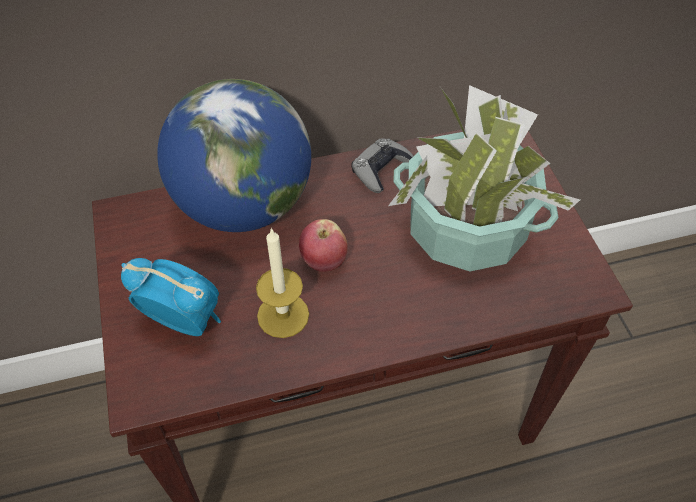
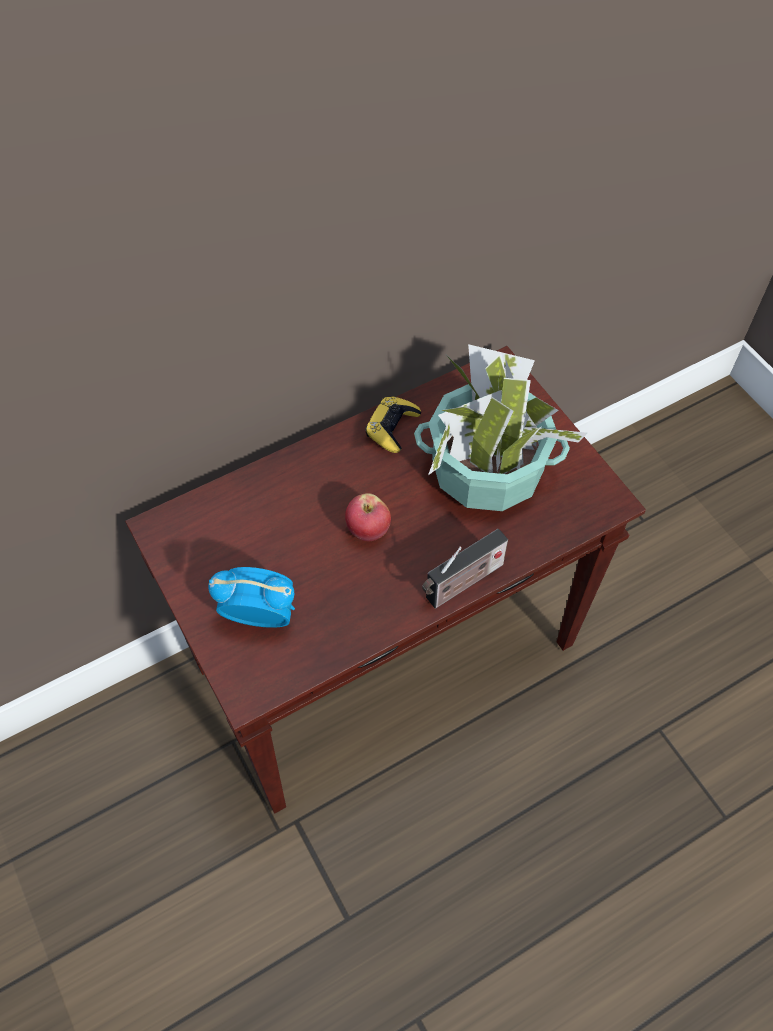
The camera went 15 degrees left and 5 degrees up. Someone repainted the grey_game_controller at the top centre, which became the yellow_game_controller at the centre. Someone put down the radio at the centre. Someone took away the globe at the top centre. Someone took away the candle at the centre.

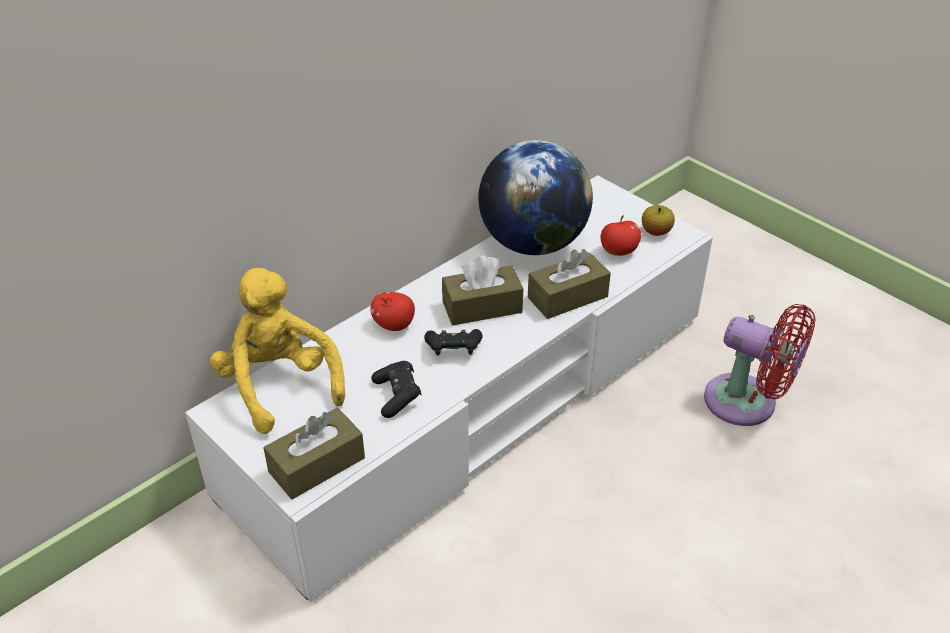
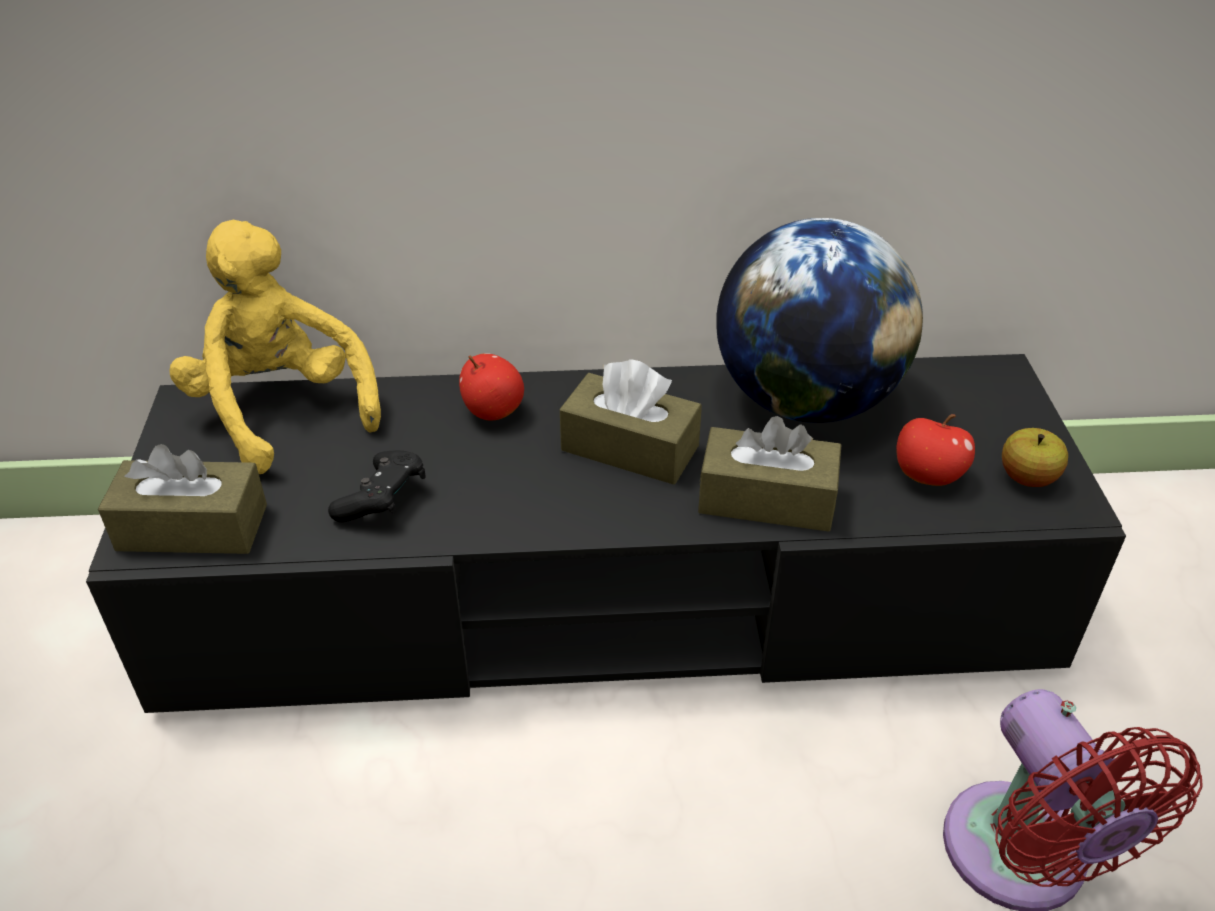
The camera went 40 degrees right and 0 degrees up. Someone repainted the white_tv_stand at the centre, which became the black_tv_stand at the centre. Someone rotated the yellow_plush_toy at the middle left by 45 degrees counterclockwise. Someone took away the black_game_controller (no. 2 from left) at the centre.

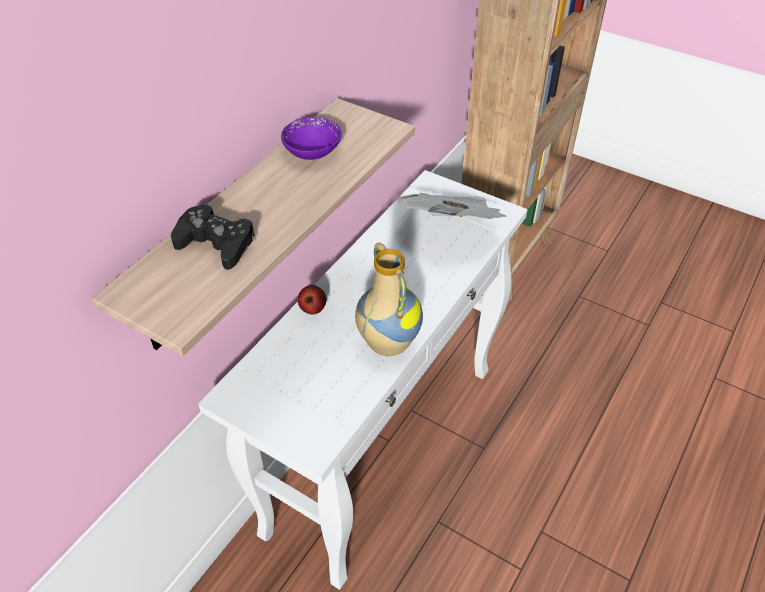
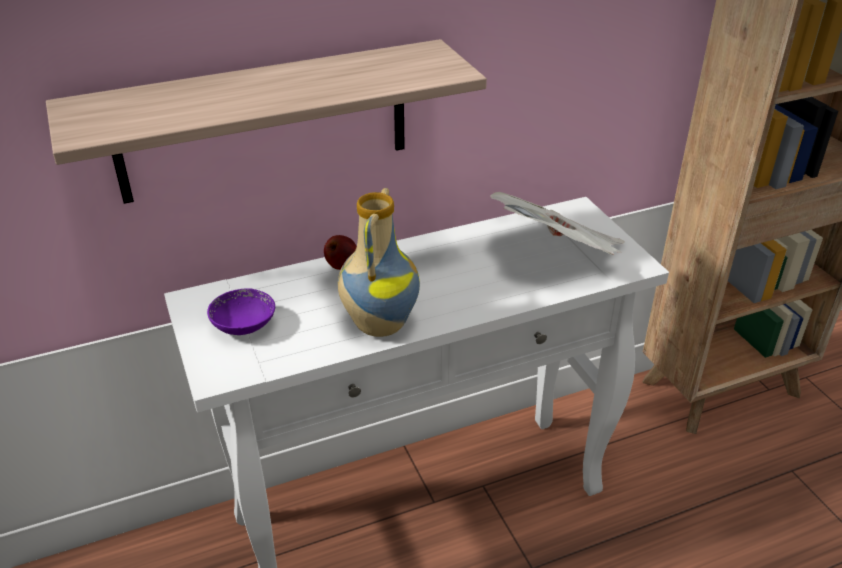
The camera went 35 degrees right and 10 degrees down. Someone carried the purple_bowl from the top centre to the middle left. Someone took away the black_game_controller at the middle left.

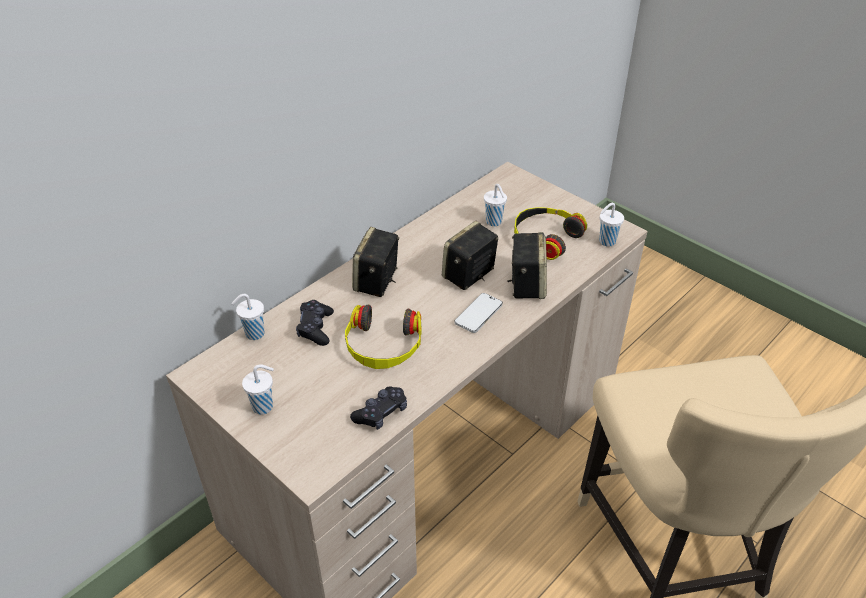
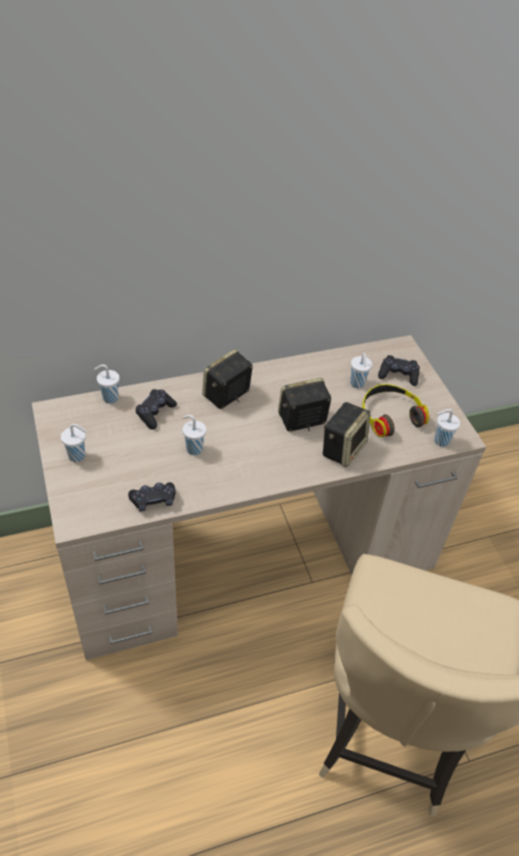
The camera went 25 degrees right and 5 degrees up. Someone swapped the headphones (no. 1 from left) at the centre for the white_cup (no. 3 from left) at the centre. Someone put down the black_game_controller (no. 3 from left) at the middle right. Someone took away the phone at the centre.

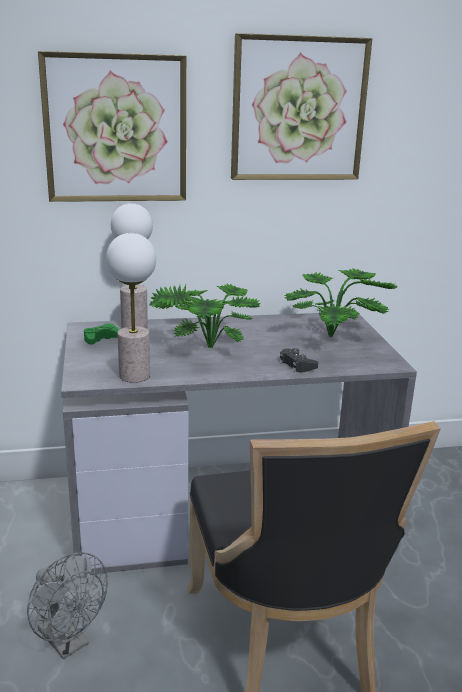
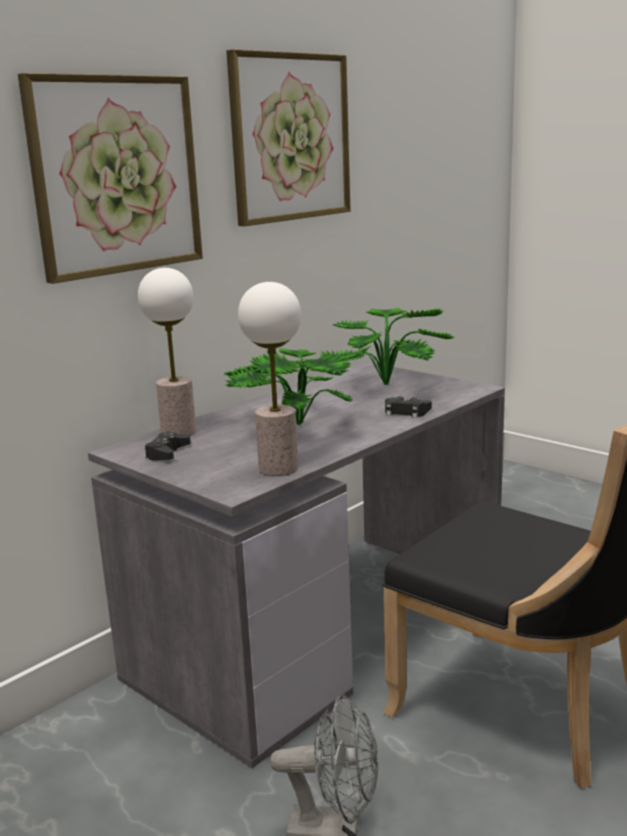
The camera went 35 degrees left and 5 degrees down. Someone repainted the green_game_controller at the middle left, which became the black_game_controller (no. 1 from left) at the middle left.

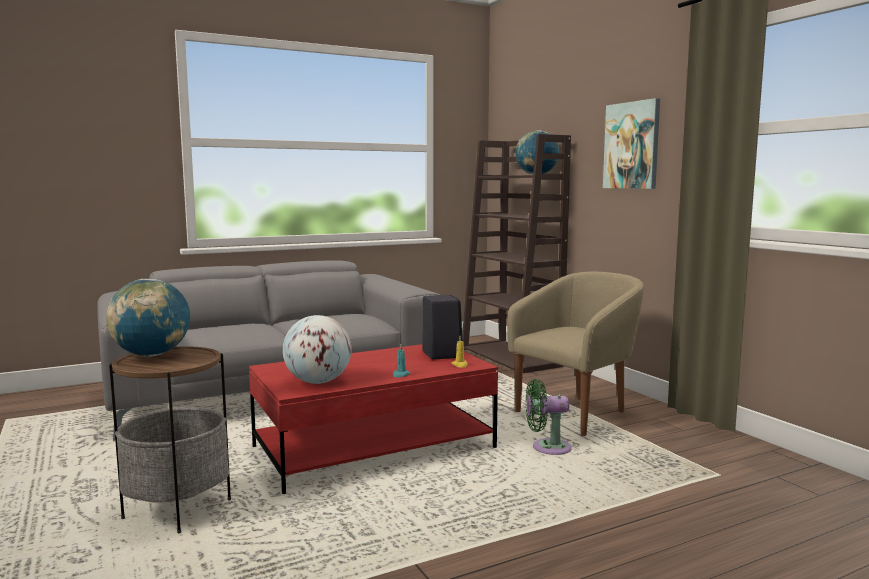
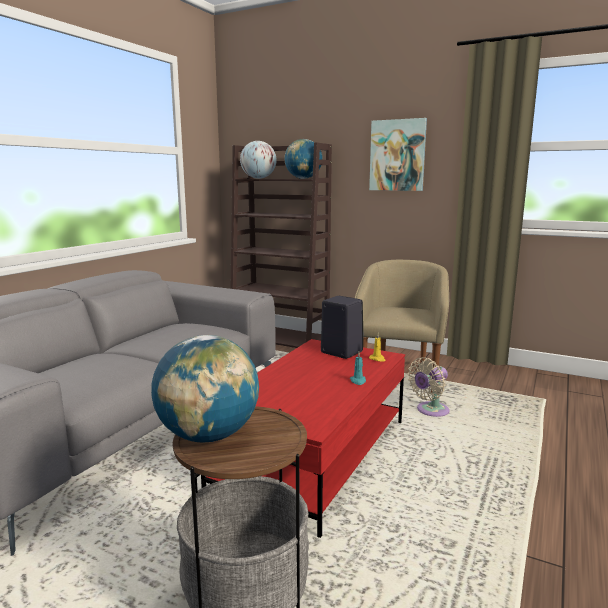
The camera went 35 degrees left and 5 degrees up. Someone carried the globe (no. 2 from left) from the centre to the top centre. Someone repainted the green_fan at the bottom centre, which became the beige_fan at the middle right.

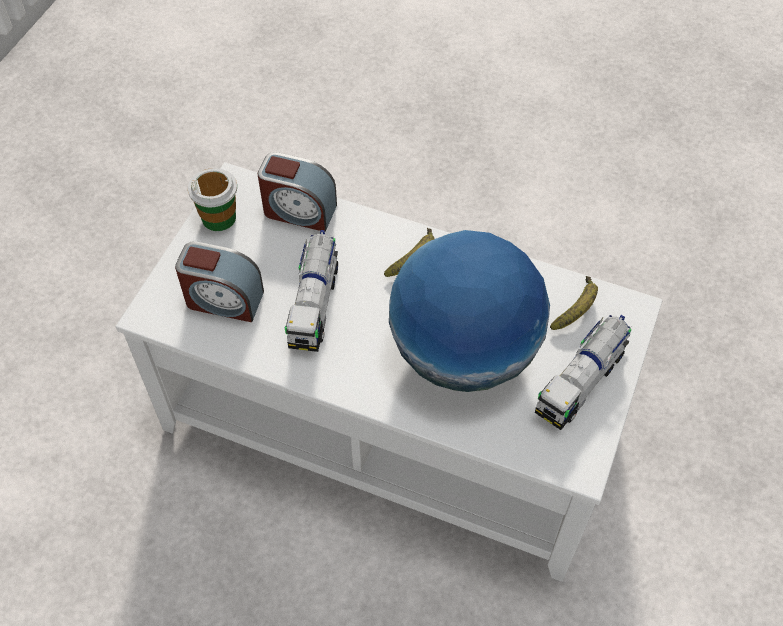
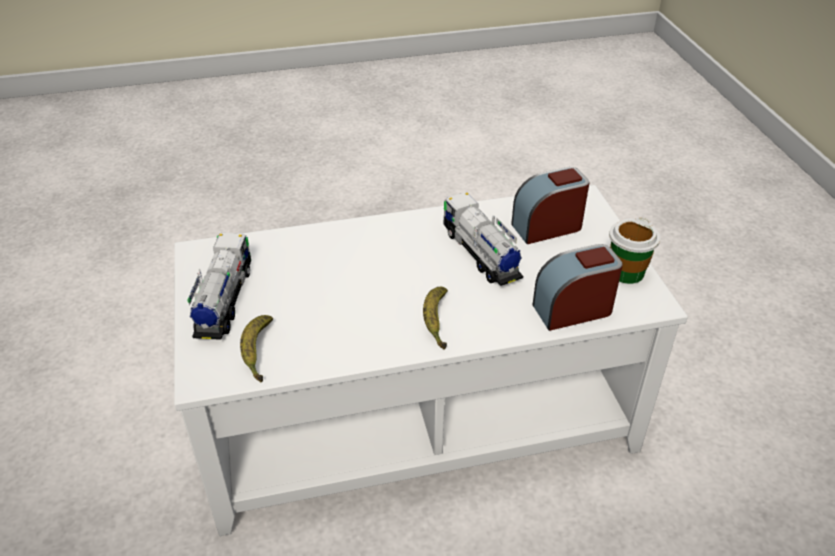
The camera went 145 degrees right and 15 degrees down. Someone took away the globe at the centre.

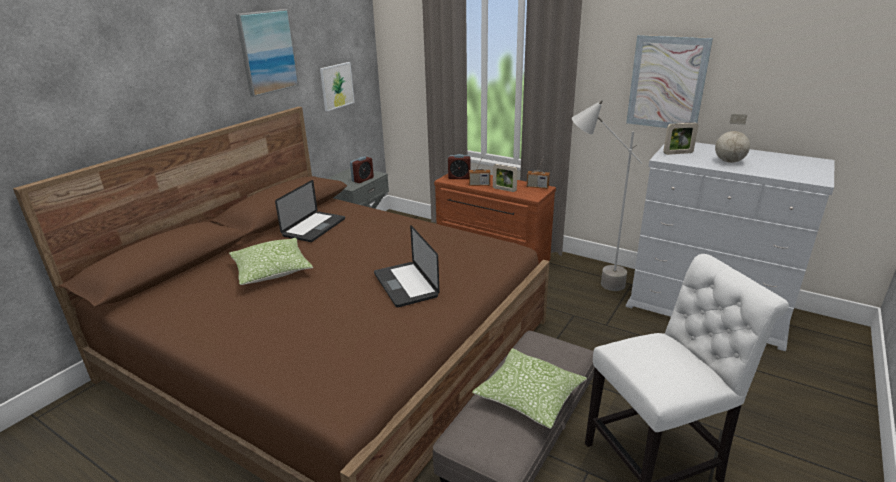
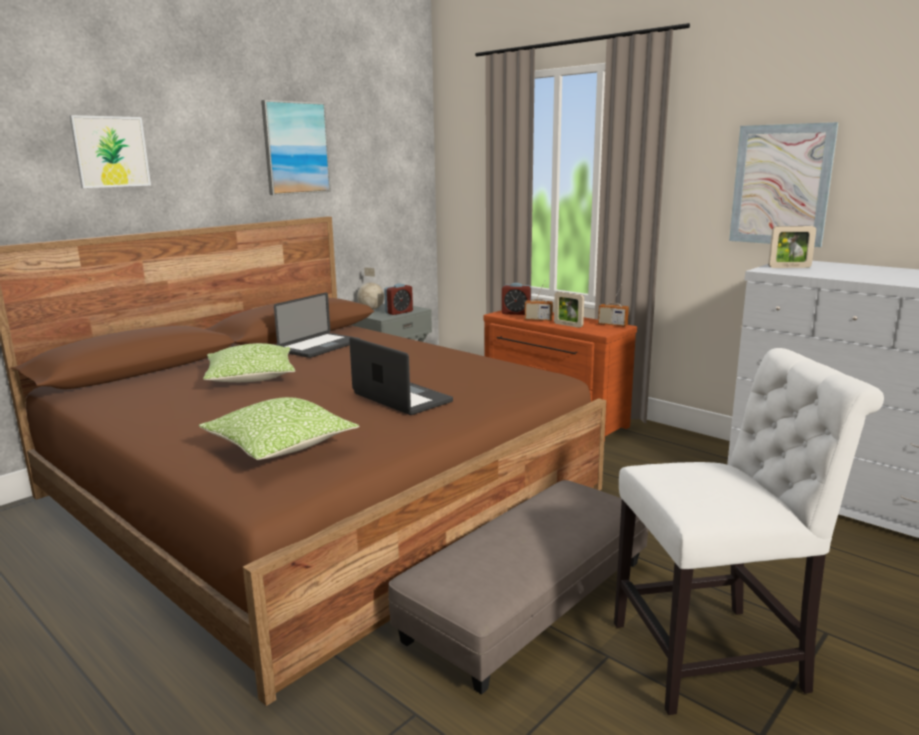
The camera went 10 degrees right and 10 degrees down. Someone carried the picture (no. 2 from left in the first image) from the top centre to the top left. Someone carried the pillow (no. 2 from left) from the bottom centre to the middle left. Someone rotated the laptop (no. 2 from left) at the centre by 150 degrees clockwise. Someone carried the globe from the top right to the centre. Someone took away the grey_floor_lamp at the middle right.

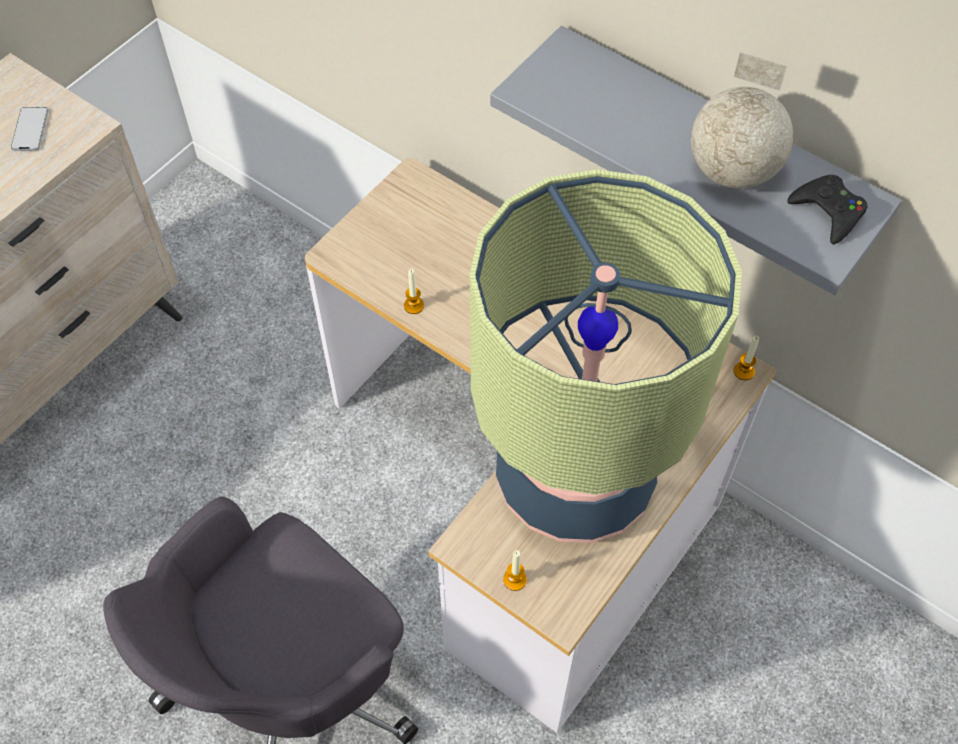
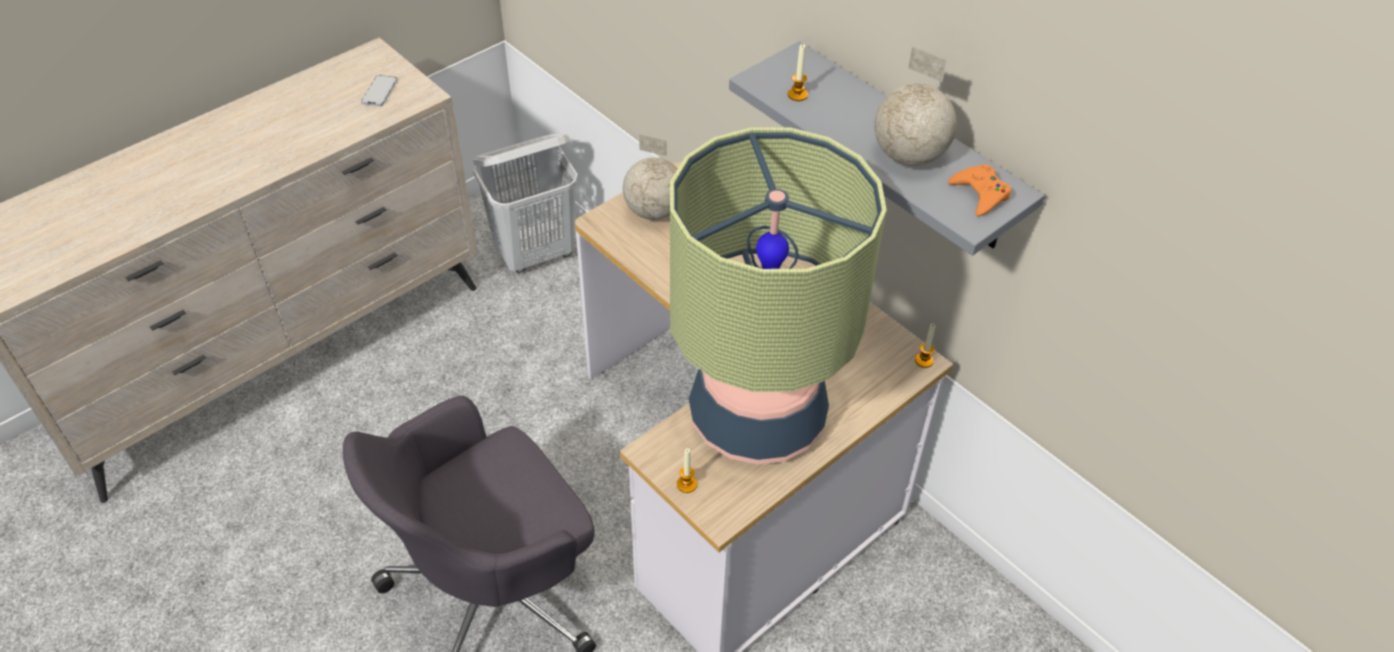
The camera went 10 degrees right and 10 degrees down. Someone put down the white_laundry_basket at the top centre. Someone put down the globe (no. 1 from left) at the top centre. Someone carried the candle (no. 1 from left in the first image) from the centre to the top centre. Someone repainted the black_game_controller at the top right, which became the orange_game_controller at the top right.

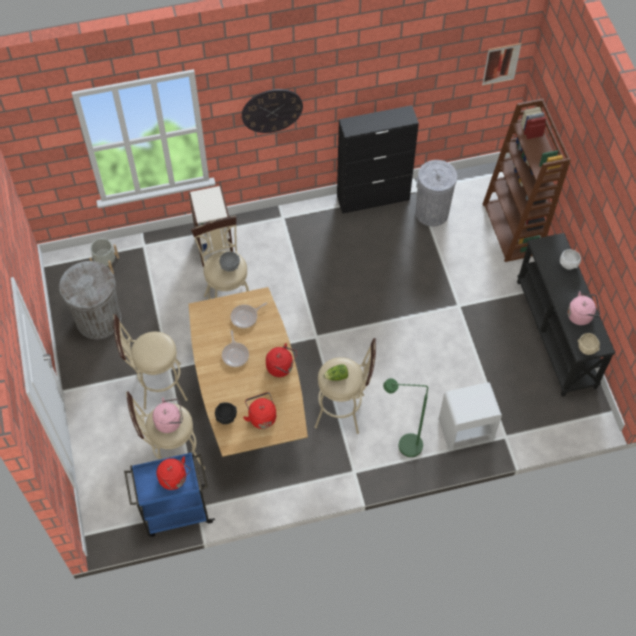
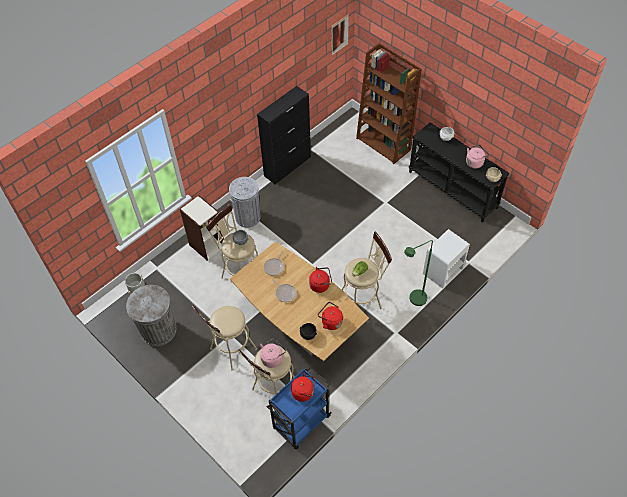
The camera went 30 degrees left and 5 degrees down. Someone carried the grey_trash_can (no. 2 from left) from the top right to the centre. Someone took away the wall_clock at the top centre.

